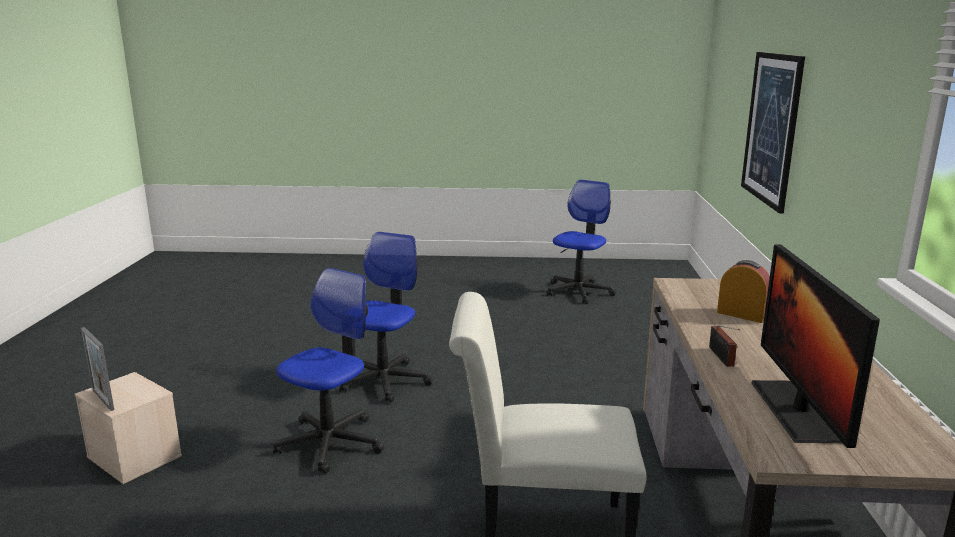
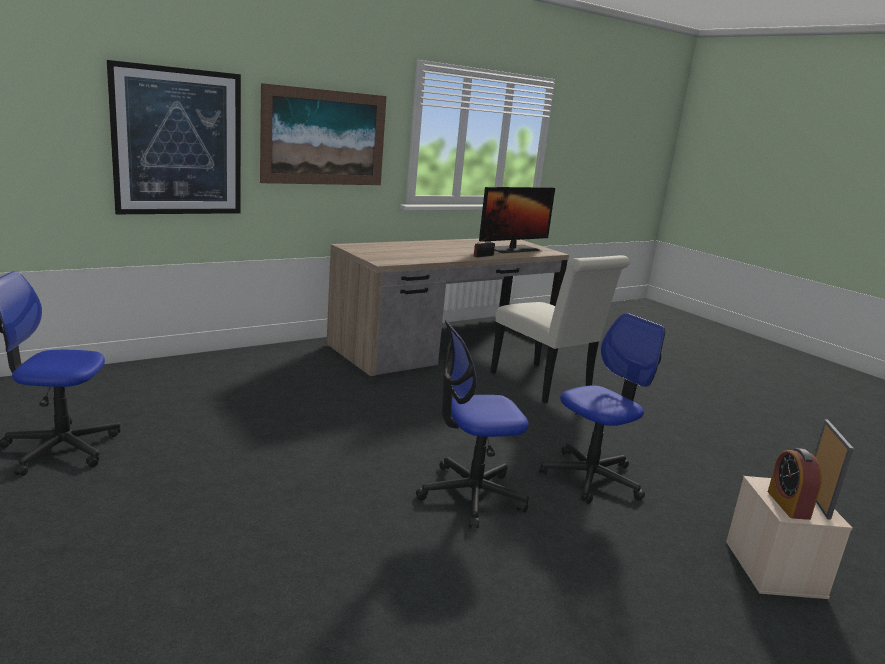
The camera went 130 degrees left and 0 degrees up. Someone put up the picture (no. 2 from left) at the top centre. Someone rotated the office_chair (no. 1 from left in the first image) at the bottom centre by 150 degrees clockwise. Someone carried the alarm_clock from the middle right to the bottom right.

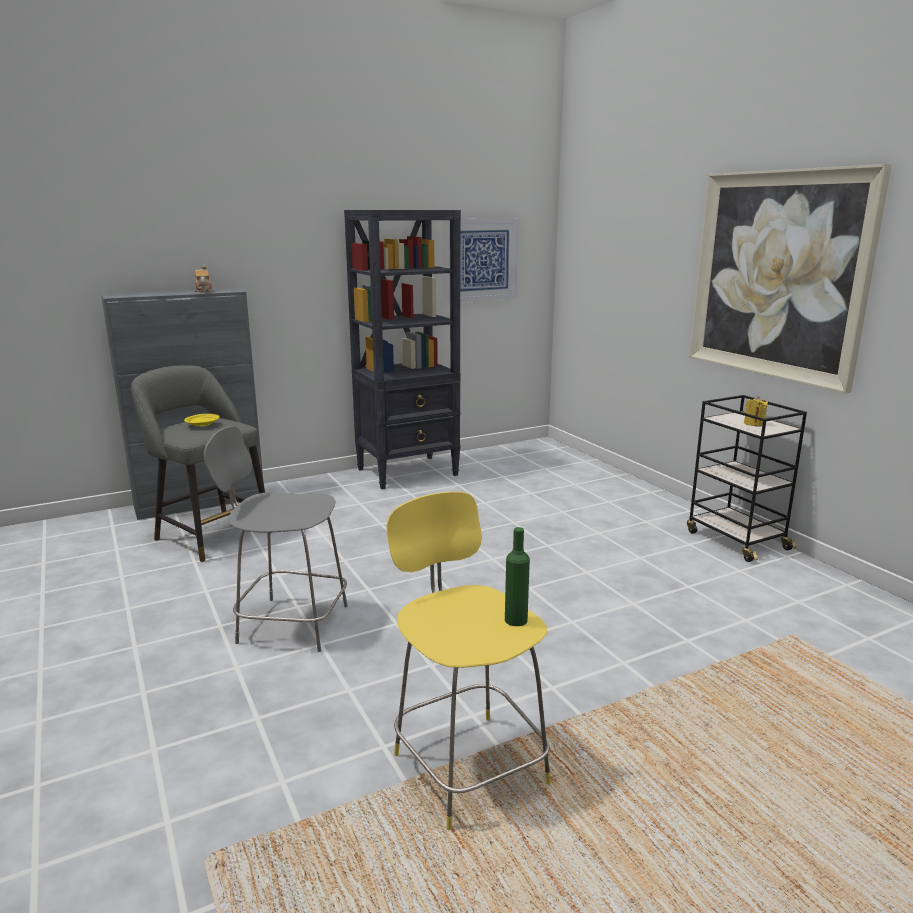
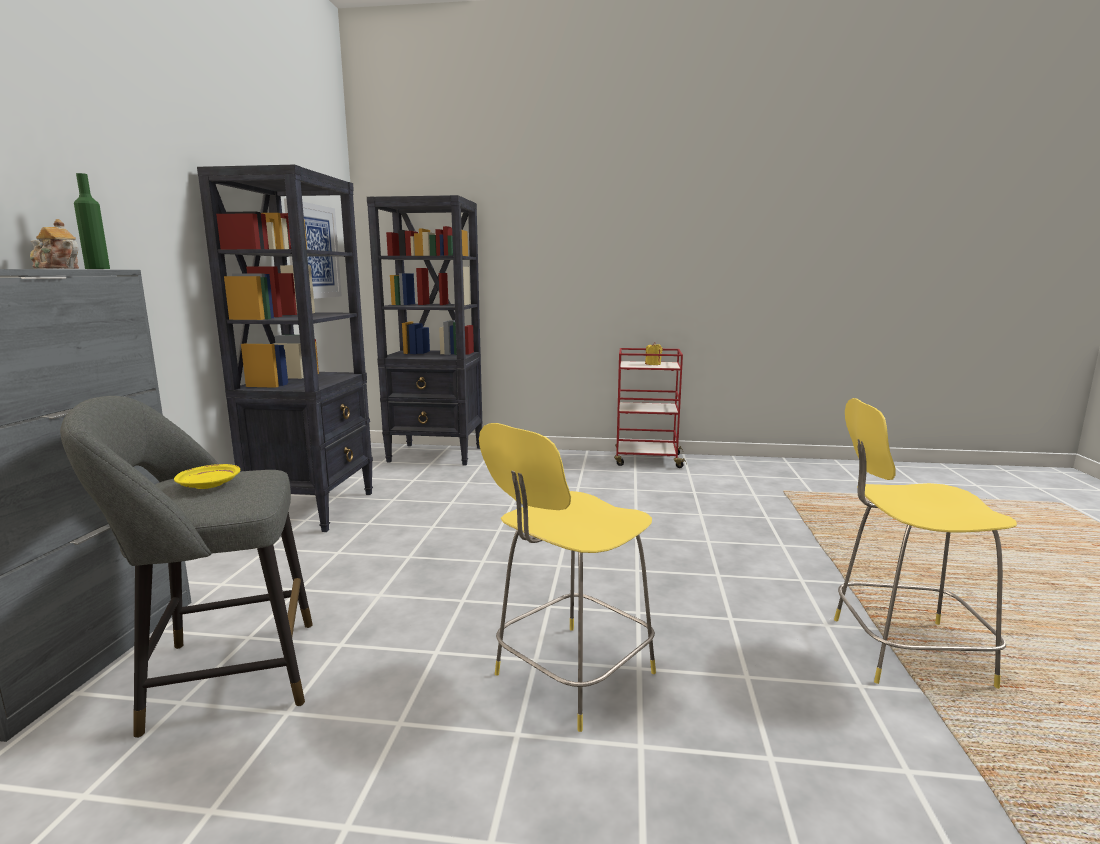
The camera went 55 degrees left and 5 degrees down. Someone carried the green_bottle from the centre to the top left. Someone put down the black_bookcase (no. 2 from left) at the centre. Someone repainted the grey_stool (no. 2 from left) at the middle left, which became the yellow_stool (no. 1 from left) at the bottom centre. Someone repainted the black_cart at the middle right, which became the red_cart at the centre. Someone took away the picture (no. 2 from left) at the top right.

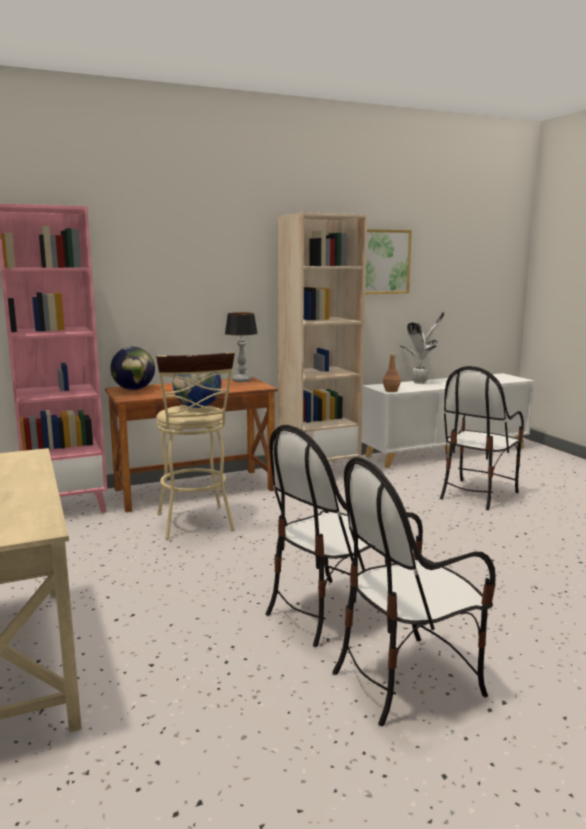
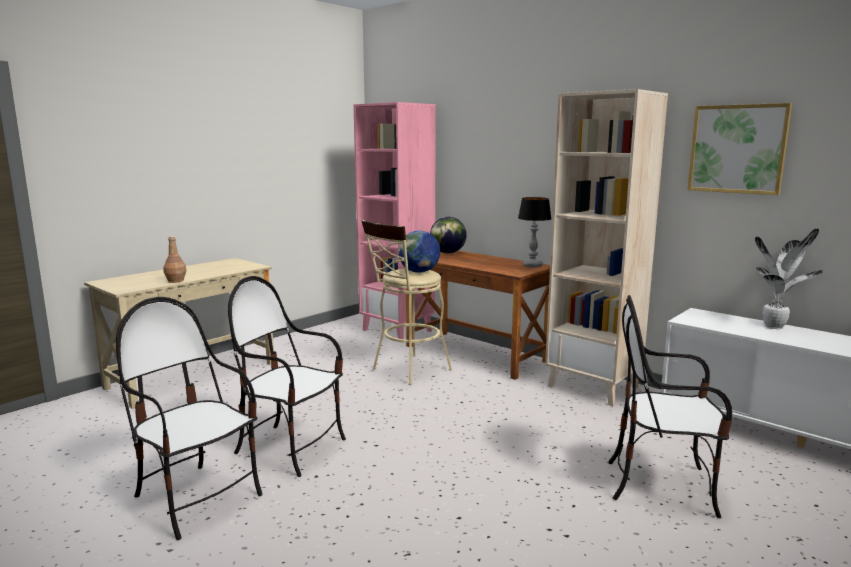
The camera went 65 degrees right and 0 degrees up. Someone carried the brown_bottle from the middle right to the middle left.

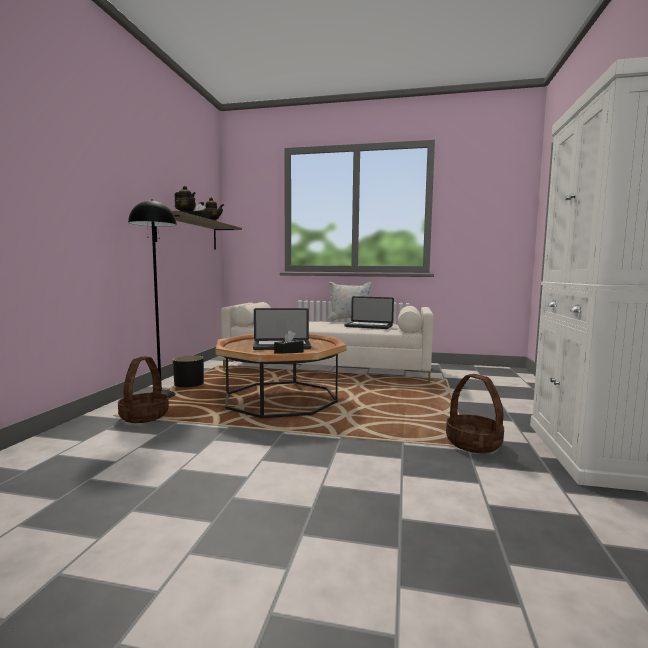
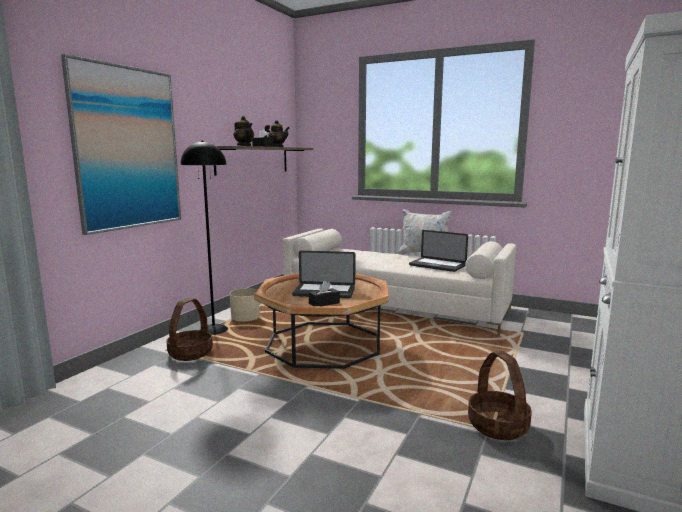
The camera went 15 degrees right and 5 degrees up. Someone put up the picture at the top left. Someone repainted the black_planter at the middle left, which became the beige_planter at the centre.

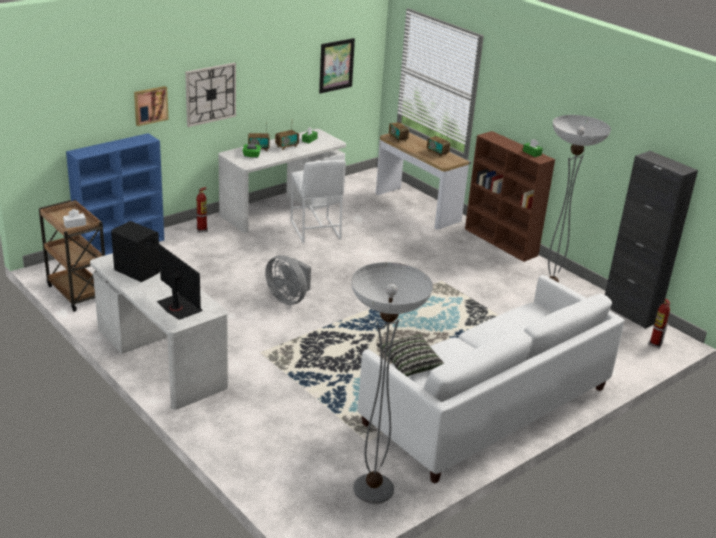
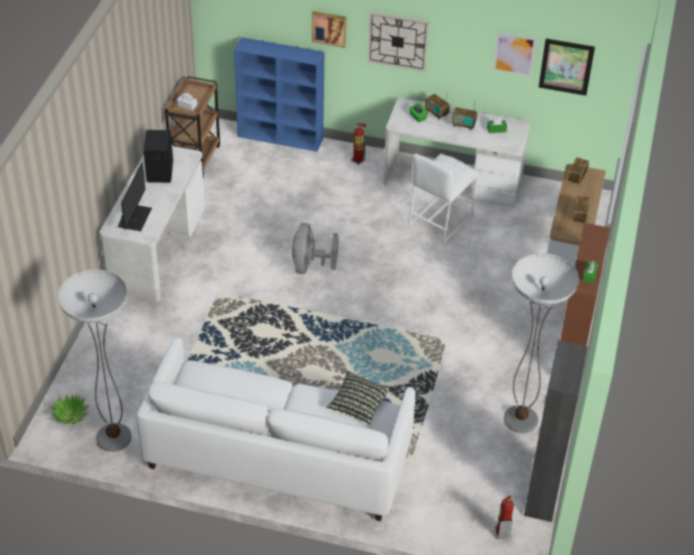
The camera went 55 degrees right and 15 degrees up. Someone put down the potted_plant at the bottom left. Someone carried the pillow from the centre to the bottom centre. Someone put up the picture (no. 2 from left) at the top right.

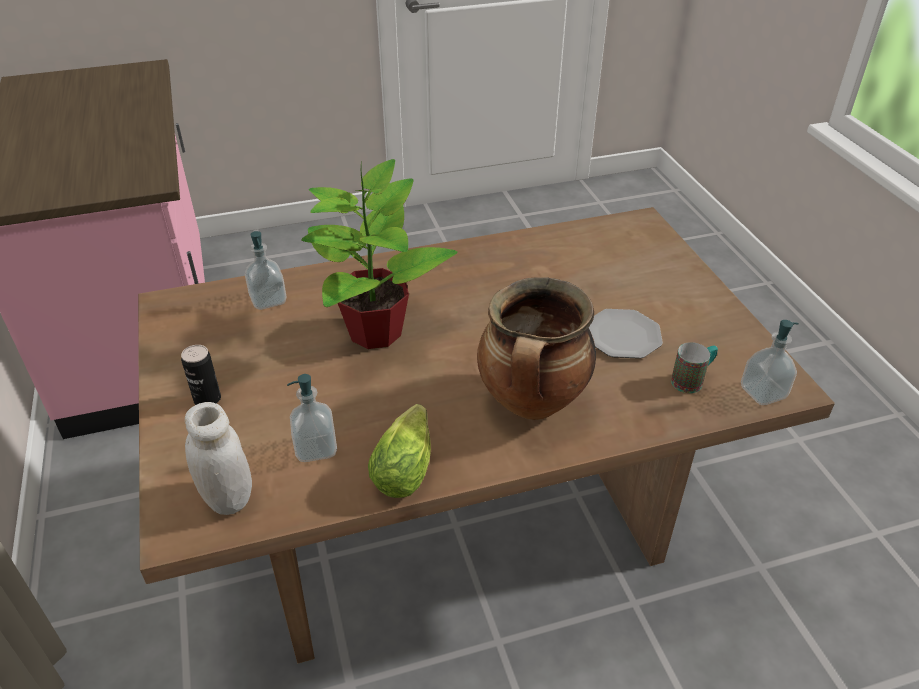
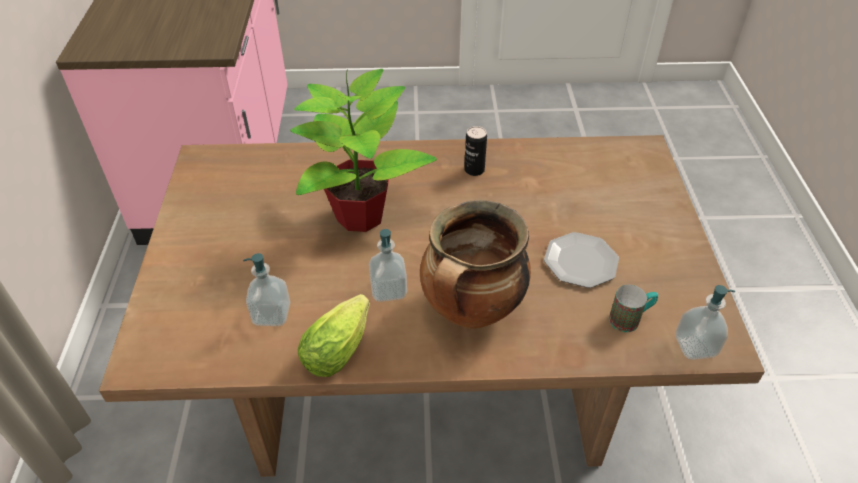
The camera went 15 degrees right and 5 degrees up. Someone carried the soap_dispenser (no. 1 from left in the first image) from the middle left to the centre. Someone carried the can from the middle left to the top centre. Someone took away the white_jar at the middle left.

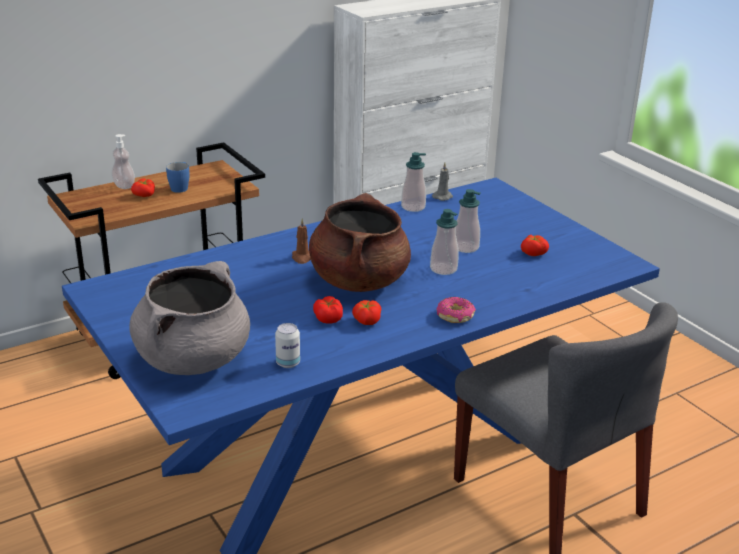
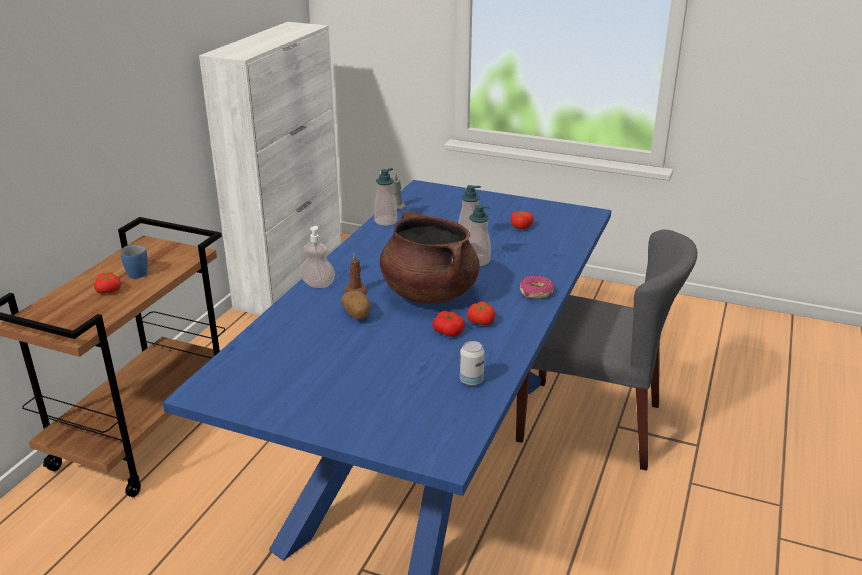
The camera went 35 degrees left and 0 degrees up. Someone carried the soap_dispenser (no. 1 from left) from the top left to the centre. Someone put down the potato at the centre. Someone took away the grey_cooking_pot at the middle left.

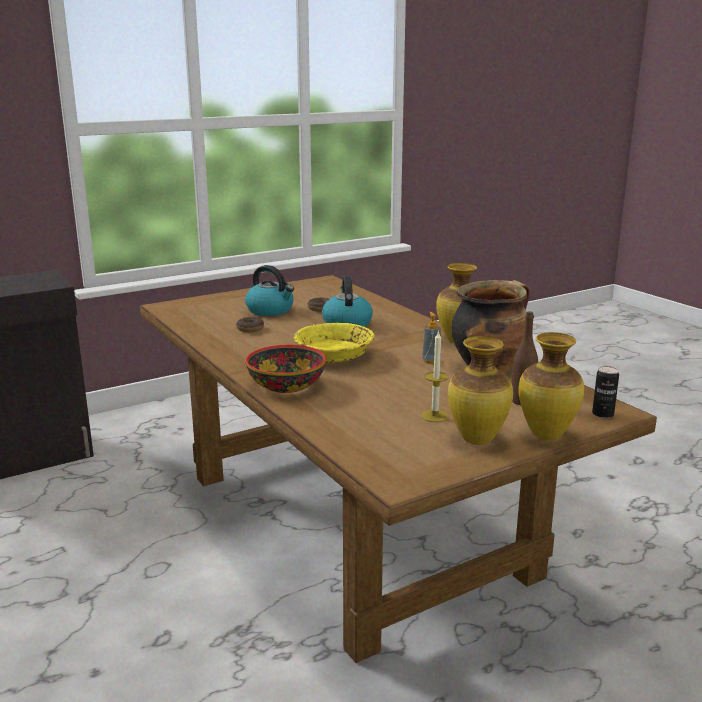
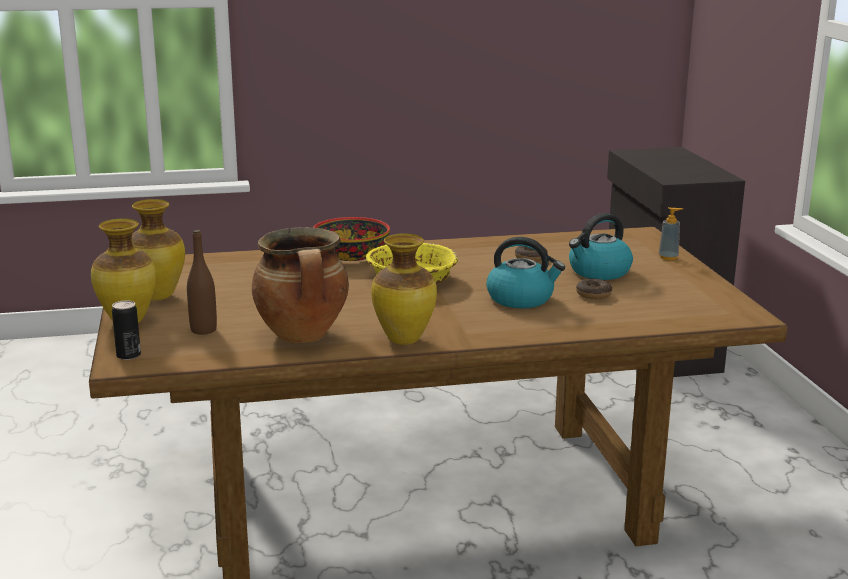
The camera went 110 degrees right and 0 degrees up. Someone carried the soap_dispenser from the centre to the middle right. Someone took away the candle at the centre.

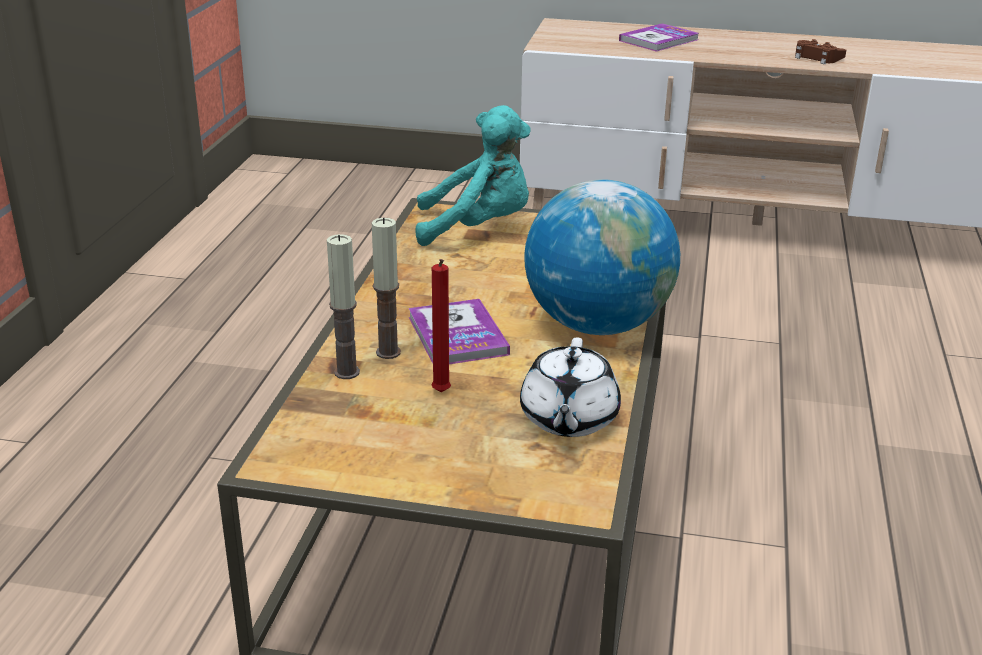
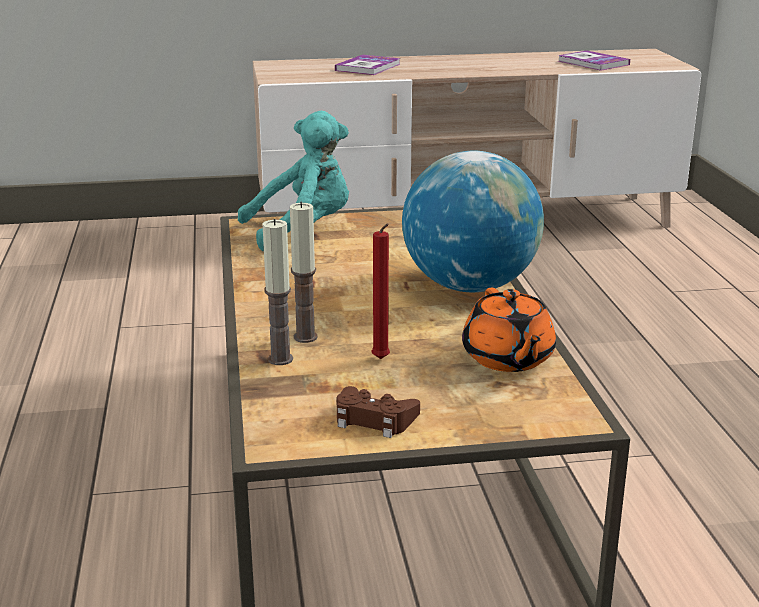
The camera went 20 degrees left and 5 degrees down. Someone carried the brown_game_controller from the top right to the bottom centre. Someone repainted the white_teapot at the centre, which became the orange_teapot at the middle right. Someone carried the book (no. 1 from left in the first image) from the centre to the top right.

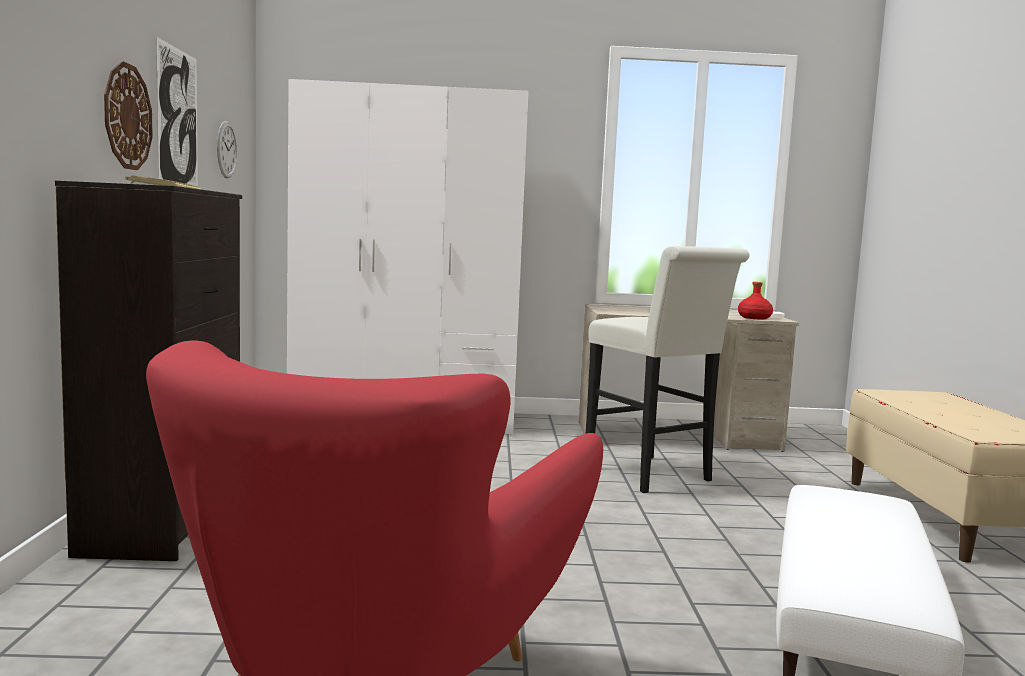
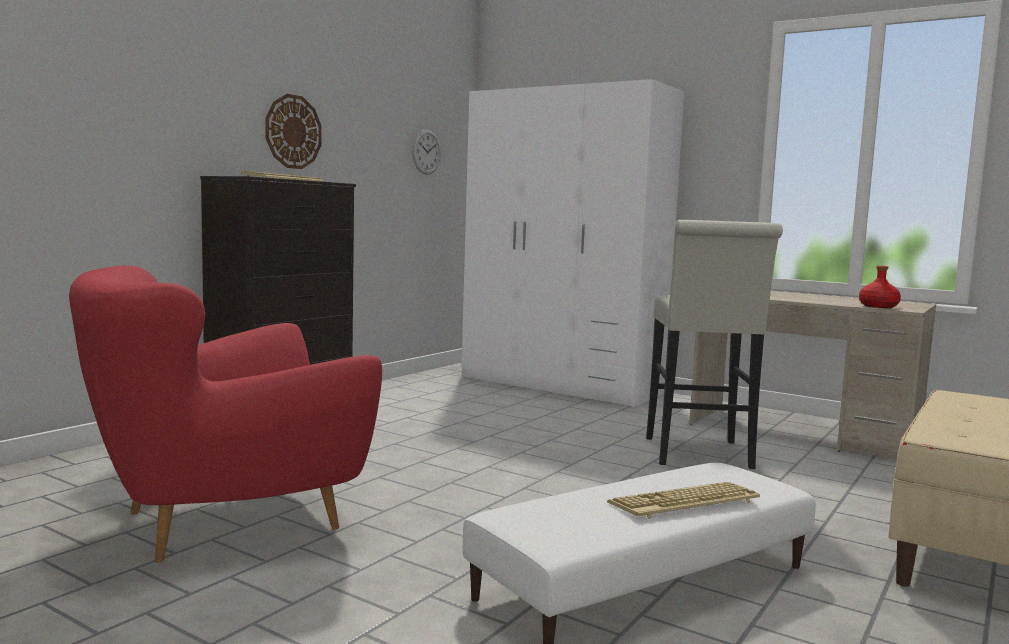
The camera went 35 degrees right and 0 degrees up. Someone put down the keyboard (no. 2 from left) at the bottom right. Someone took away the picture at the top left.

